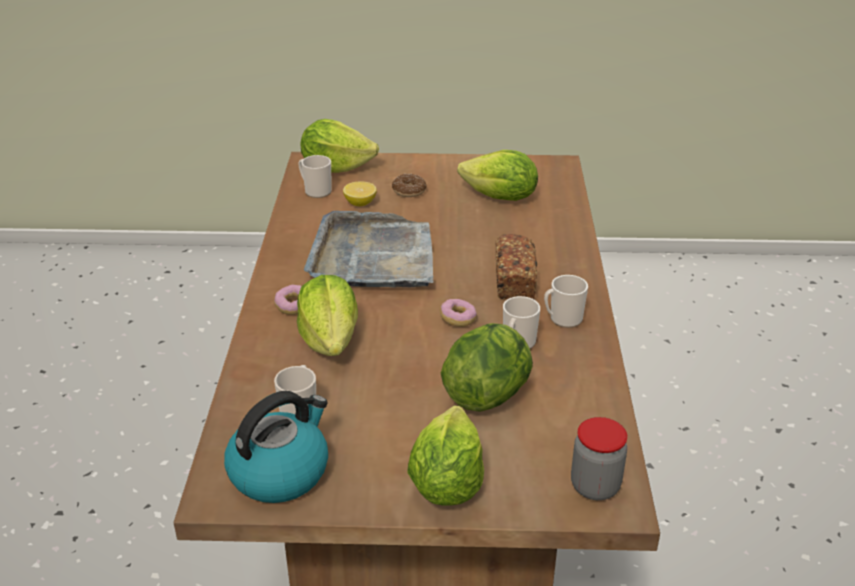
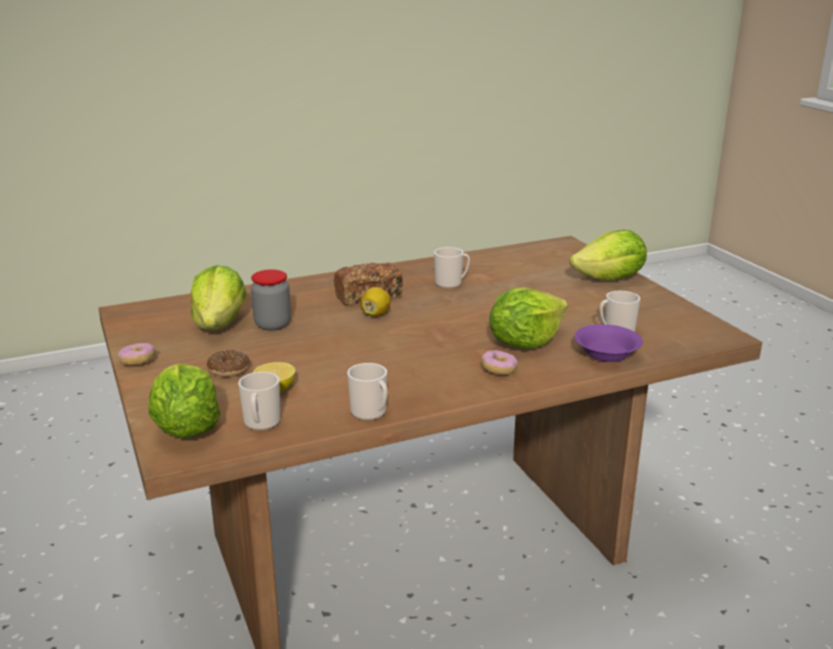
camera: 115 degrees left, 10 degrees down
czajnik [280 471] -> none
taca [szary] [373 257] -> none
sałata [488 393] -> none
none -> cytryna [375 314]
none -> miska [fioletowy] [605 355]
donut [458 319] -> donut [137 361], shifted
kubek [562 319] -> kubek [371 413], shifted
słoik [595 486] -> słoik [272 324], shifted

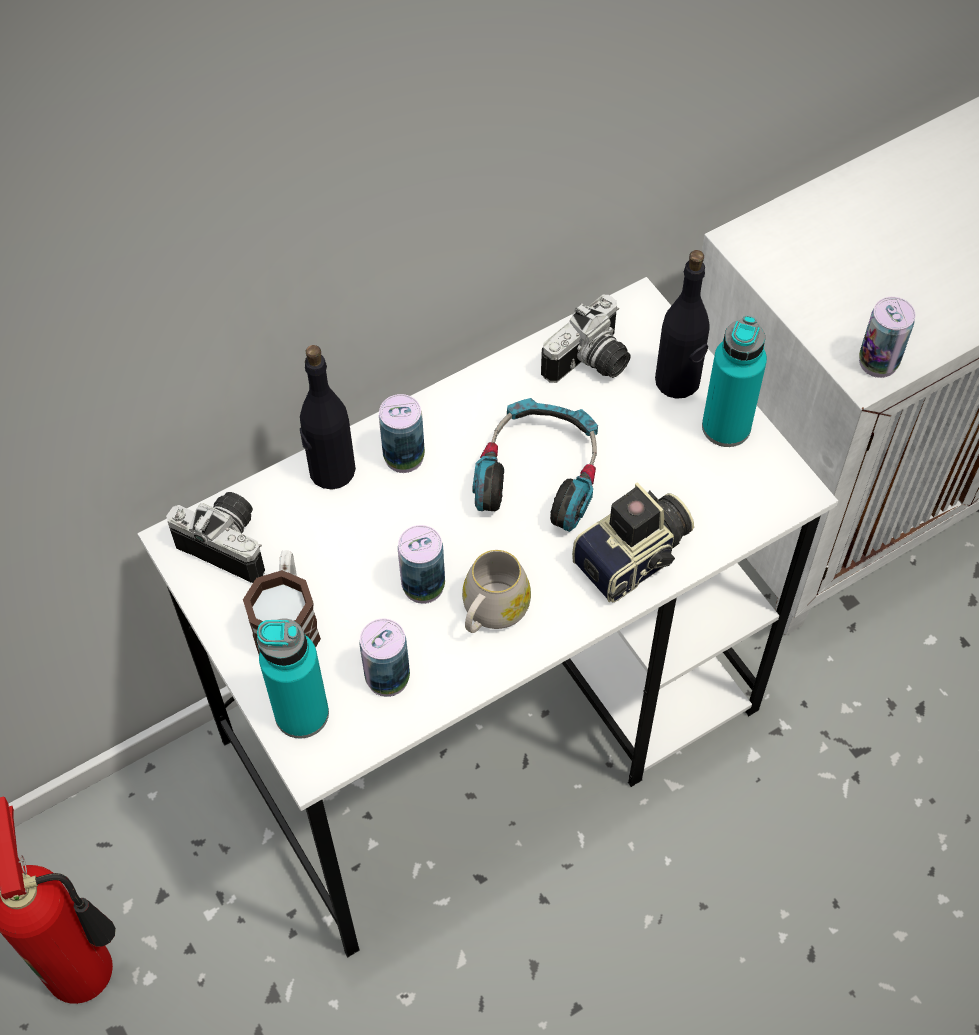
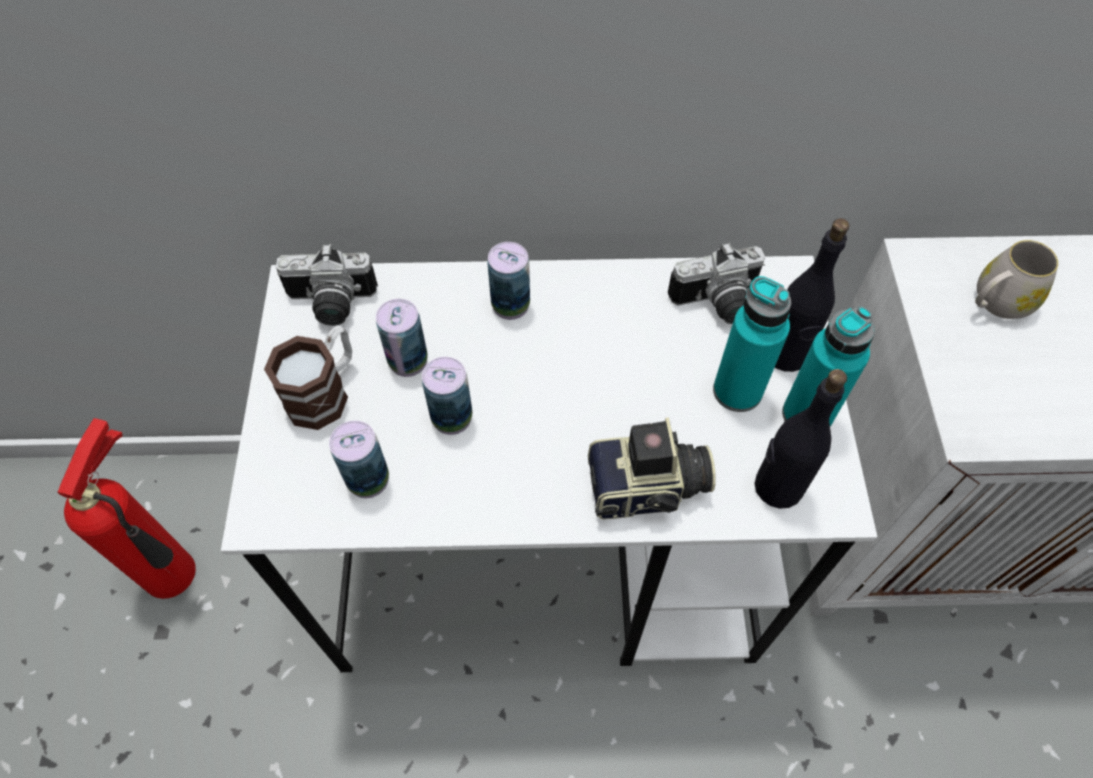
camera: 30 degrees right, 0 degrees up
słuchawki [539 474] -> none
butelka [turkusowy] [302 714] -> butelka [turkusowy] [737 391], shifted
butelka [czarny] [331 471] -> butelka [czarny] [777 486], shifted
kubek [biały] [491 612] -> kubek [biały] [996 303], shifted
puszka [878 362] -> puszka [408 361], shifted
aparat fotograficzny [230 541] -> aparat fotograficzny [331 305], 120 degrees clockwise

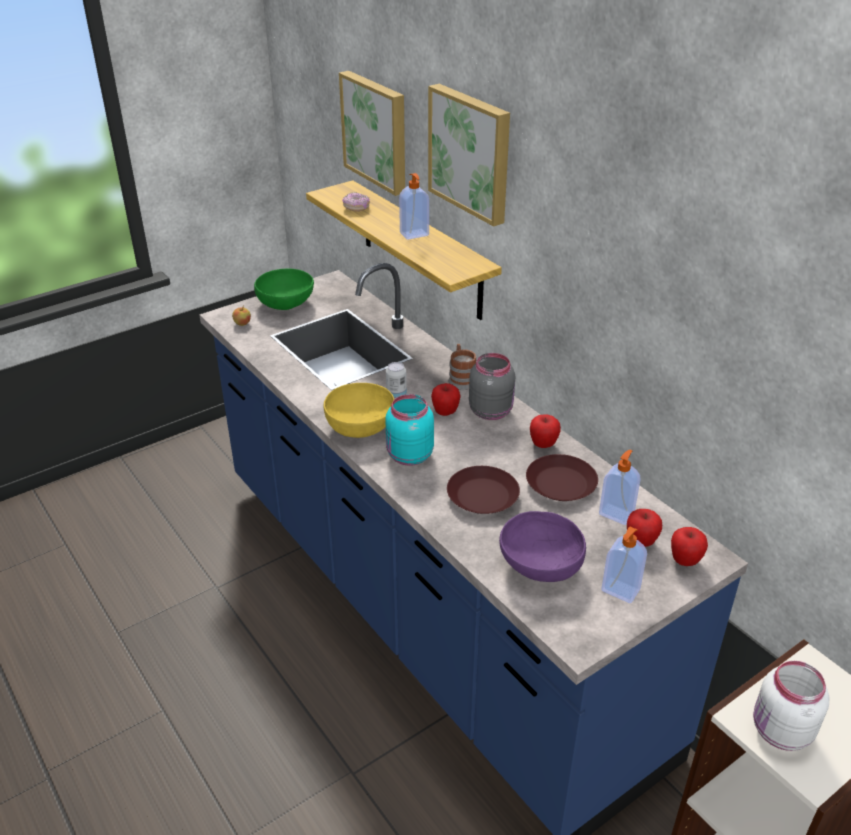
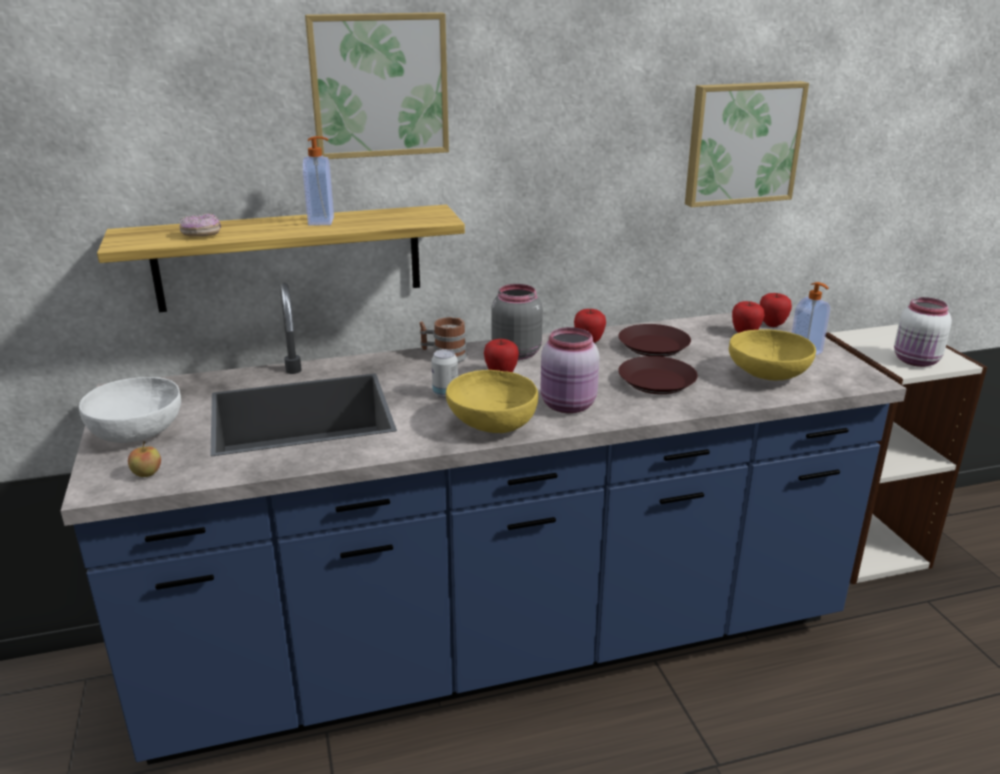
camera: 70 degrees left, 10 degrees down
dozownik mydła [616 513] -> none
obraz [377 131] -> obraz [742 143], shifted
miska [zielony] [286 303] -> miska [biały] [137 431]
słoik [turkusowy] [408 456] -> słoik [różowy] [568 406]
miska [fioletowy] [539 565] -> miska [żółty] [767 376]

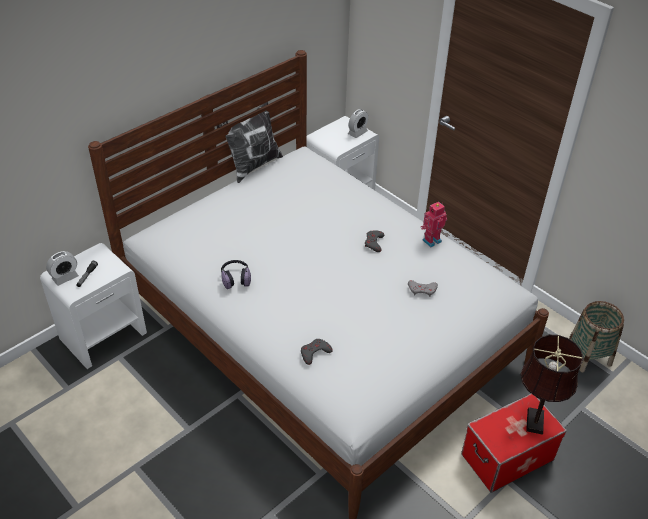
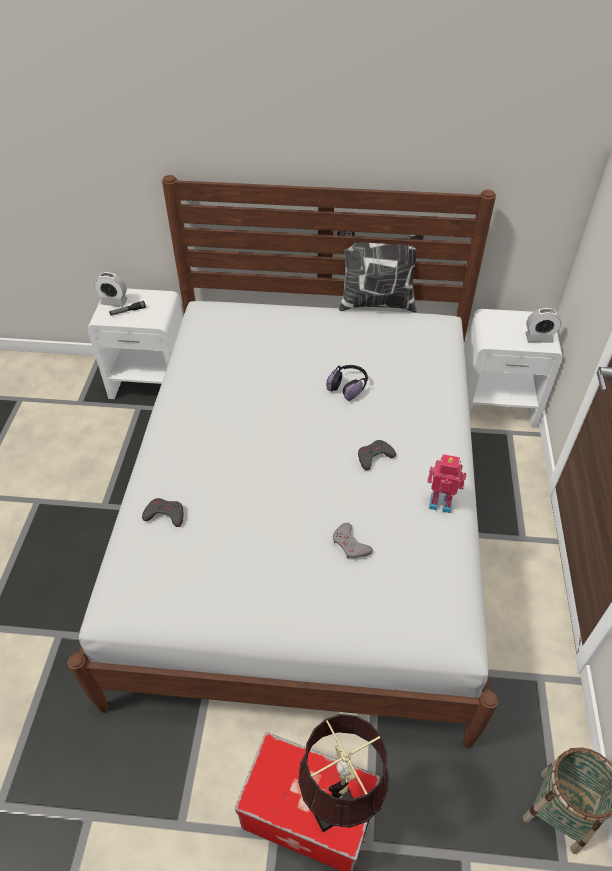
camera: 50 degrees right, 5 degrees up
słuchawki [235 278] -> słuchawki [348 386], shifted

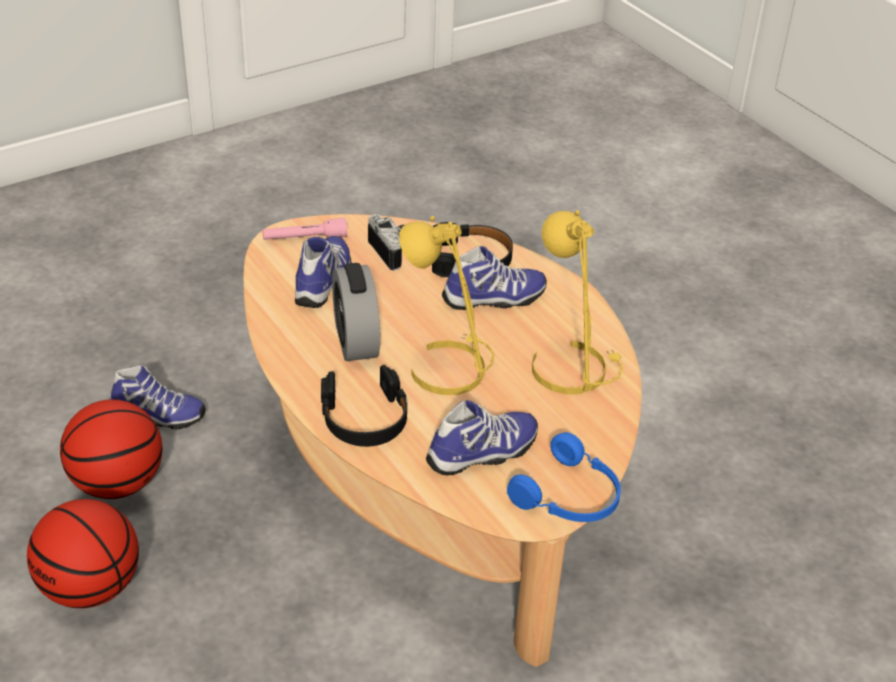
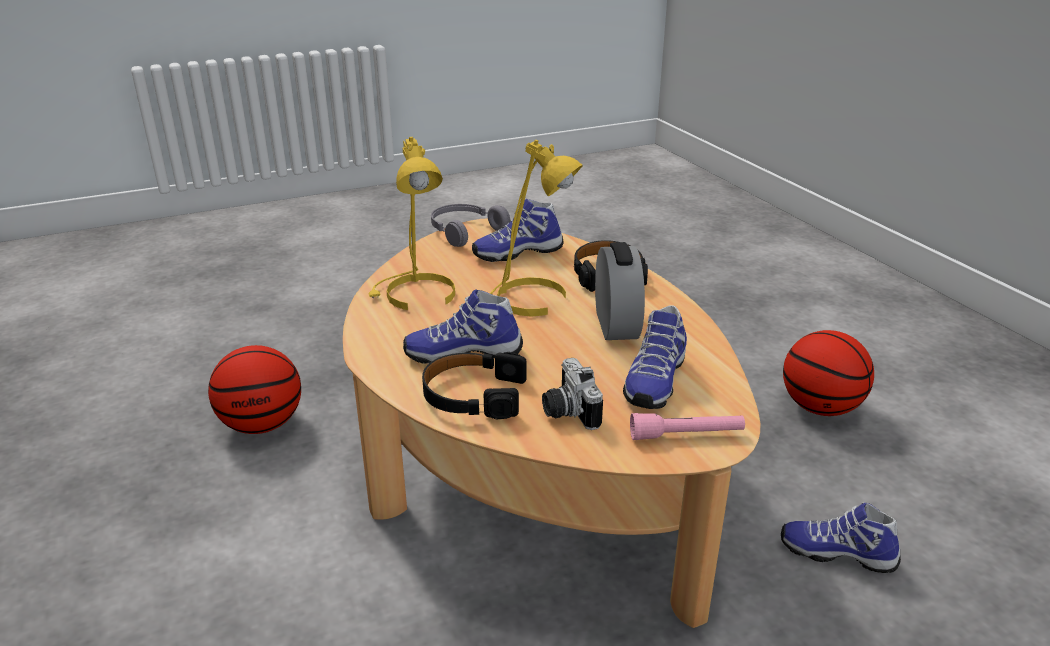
camera: 170 degrees left, 10 degrees down
piłka do koszykówki [118 483] -> piłka do koszykówki [262 424], shifted
słuchawki [niebieski] [570 497] -> słuchawki [szary] [464 231]

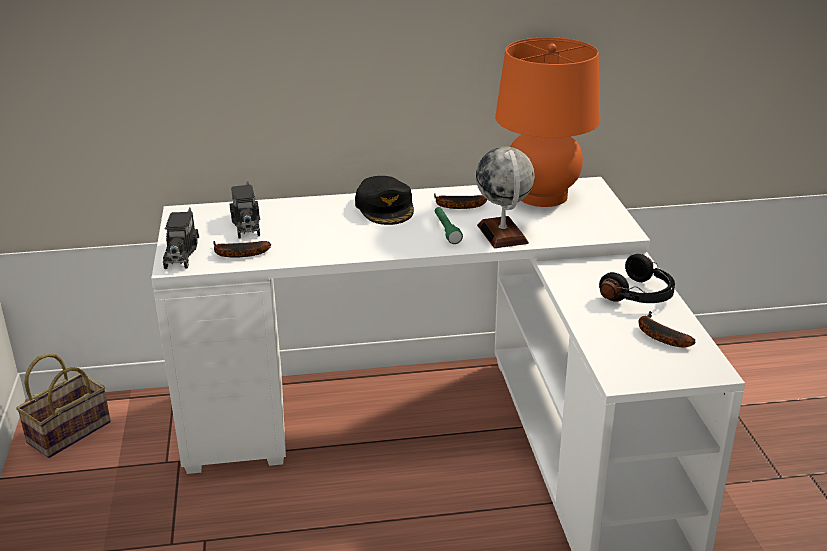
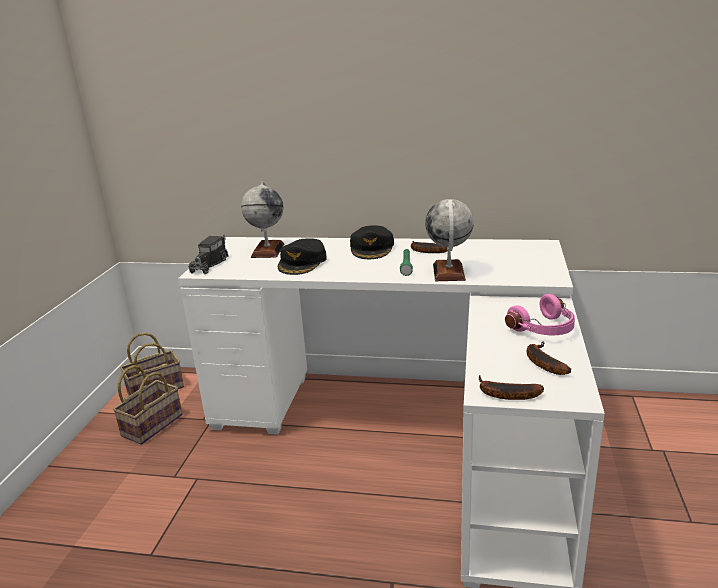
camera: 20 degrees right, 5 degrees down
lampa stołowa [pomarańczowy] [542 196] -> none
none -> koszyk [152 424]
none -> czapka z daszkiem [czarny] [302 262]
banan [237 254] -> banan [504 394], shifted
ciężarówka zabawkowa [246 223] -> globus [267 250]
słuchawki [czarny] [640 295] -> słuchawki [różowy] [544 329]

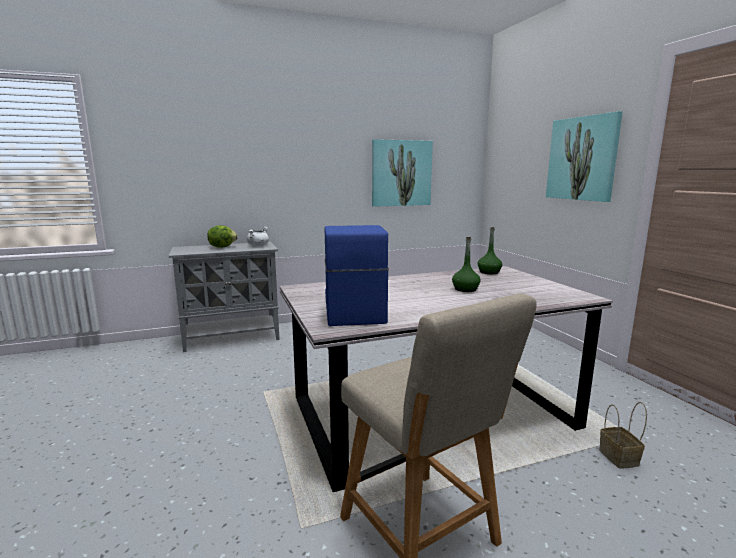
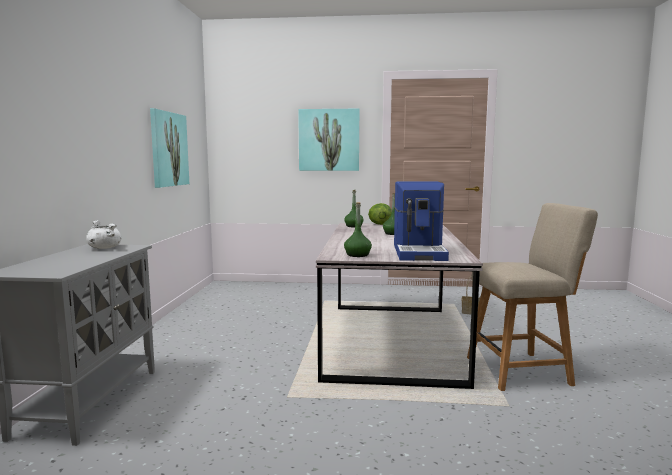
camera: 65 degrees left, 5 degrees down
none -> butelka [zielony] [357 255]
sałata [222 247] -> sałata [380 224], shifted
ekspres do kawy [352 309] -> ekspres do kawy [420 252], 105 degrees counterclockwise

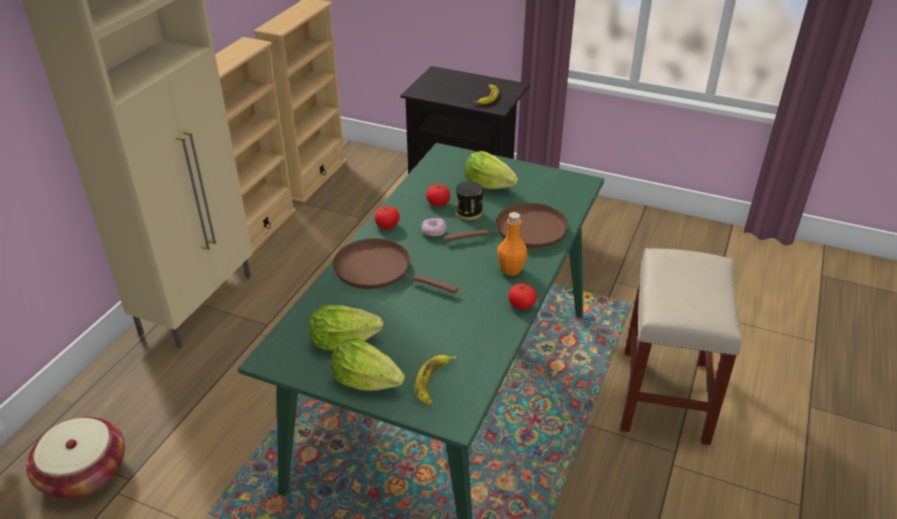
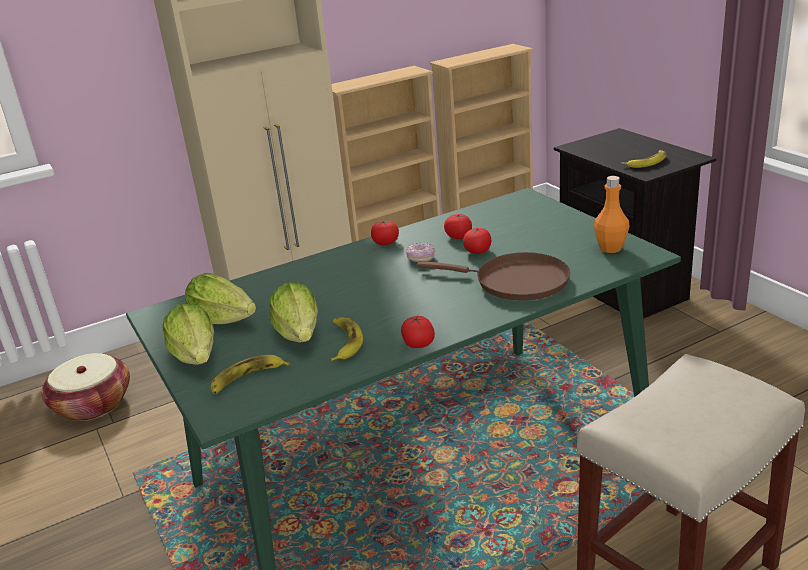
camera: 40 degrees right, 10 degrees down
patelnia [brązowy] [378 270] -> none
none -> banan [344 342]
sałata [488 185] -> sałata [299 334], shifted
butelka [pomarańczowy] [511 270] -> butelka [pomarańczowy] [610 248], shifted
puszka [469 213] -> pomidor [478 251]

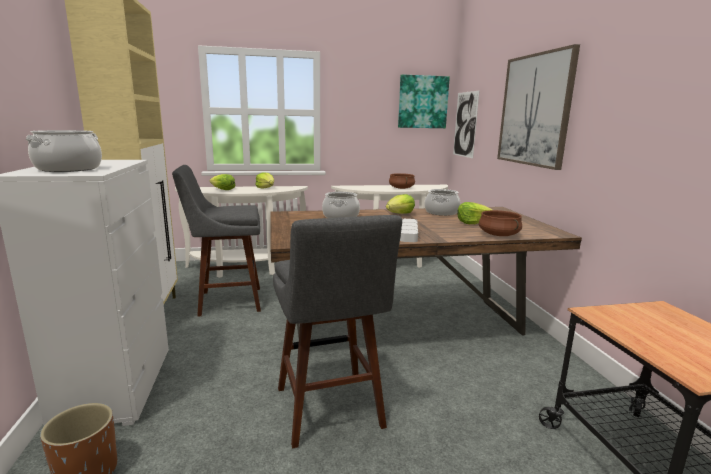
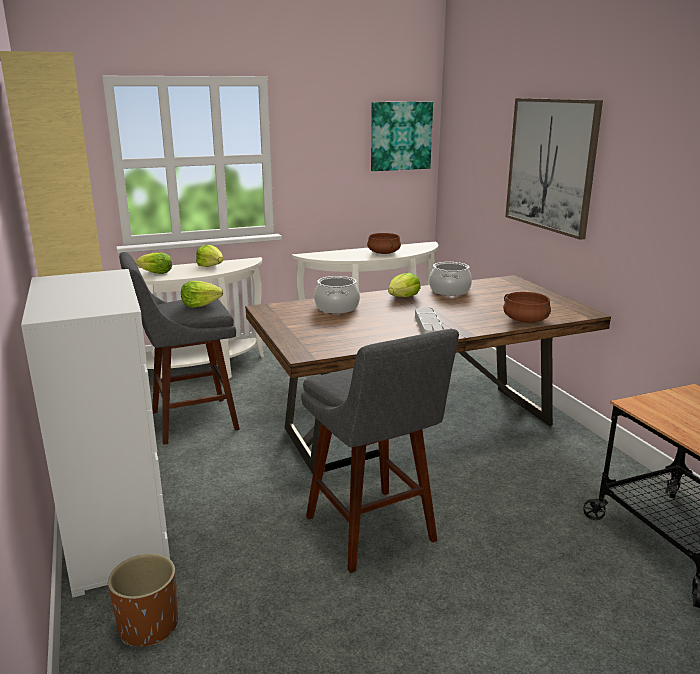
camera: 10 degrees left, 5 degrees up
garnek [69 169] -> none
obraz [465 124] -> none
sałata [472 223] -> sałata [200 304], shifted

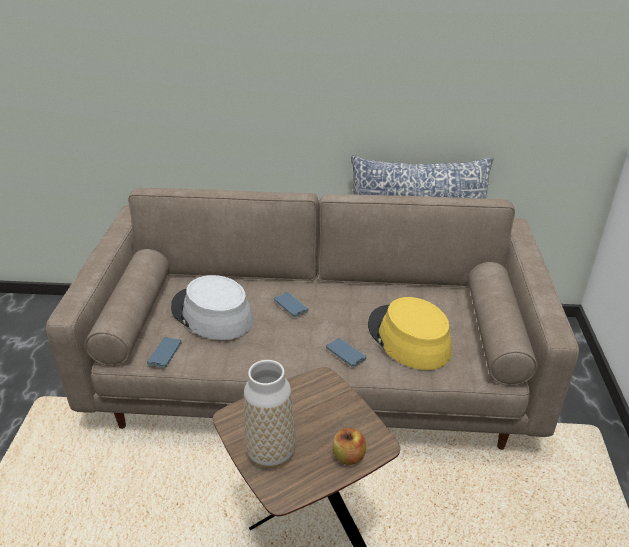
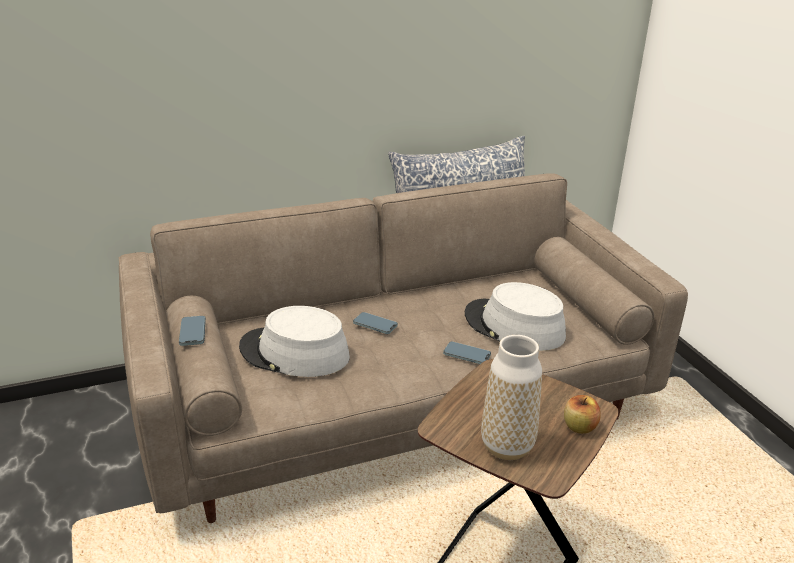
camera: 25 degrees left, 5 degrees down
telefon [165 354] -> telefon [192 333], shifted
kapelusz [żółty] [408 338] -> kapelusz [szary] [513 326]

